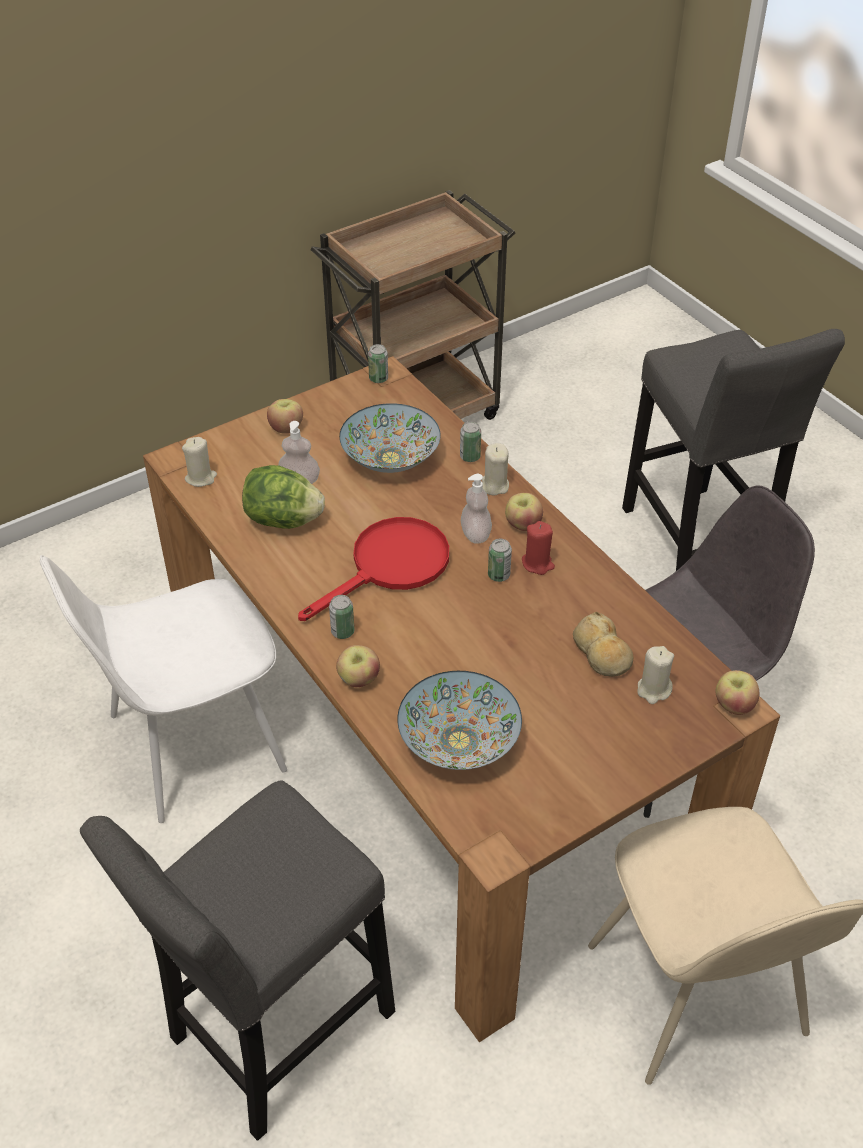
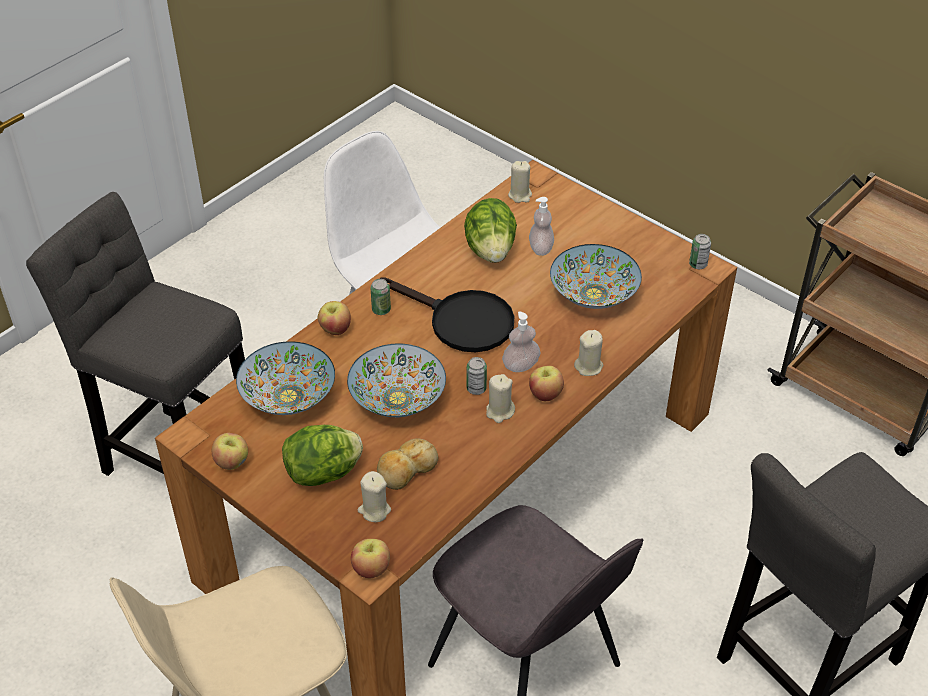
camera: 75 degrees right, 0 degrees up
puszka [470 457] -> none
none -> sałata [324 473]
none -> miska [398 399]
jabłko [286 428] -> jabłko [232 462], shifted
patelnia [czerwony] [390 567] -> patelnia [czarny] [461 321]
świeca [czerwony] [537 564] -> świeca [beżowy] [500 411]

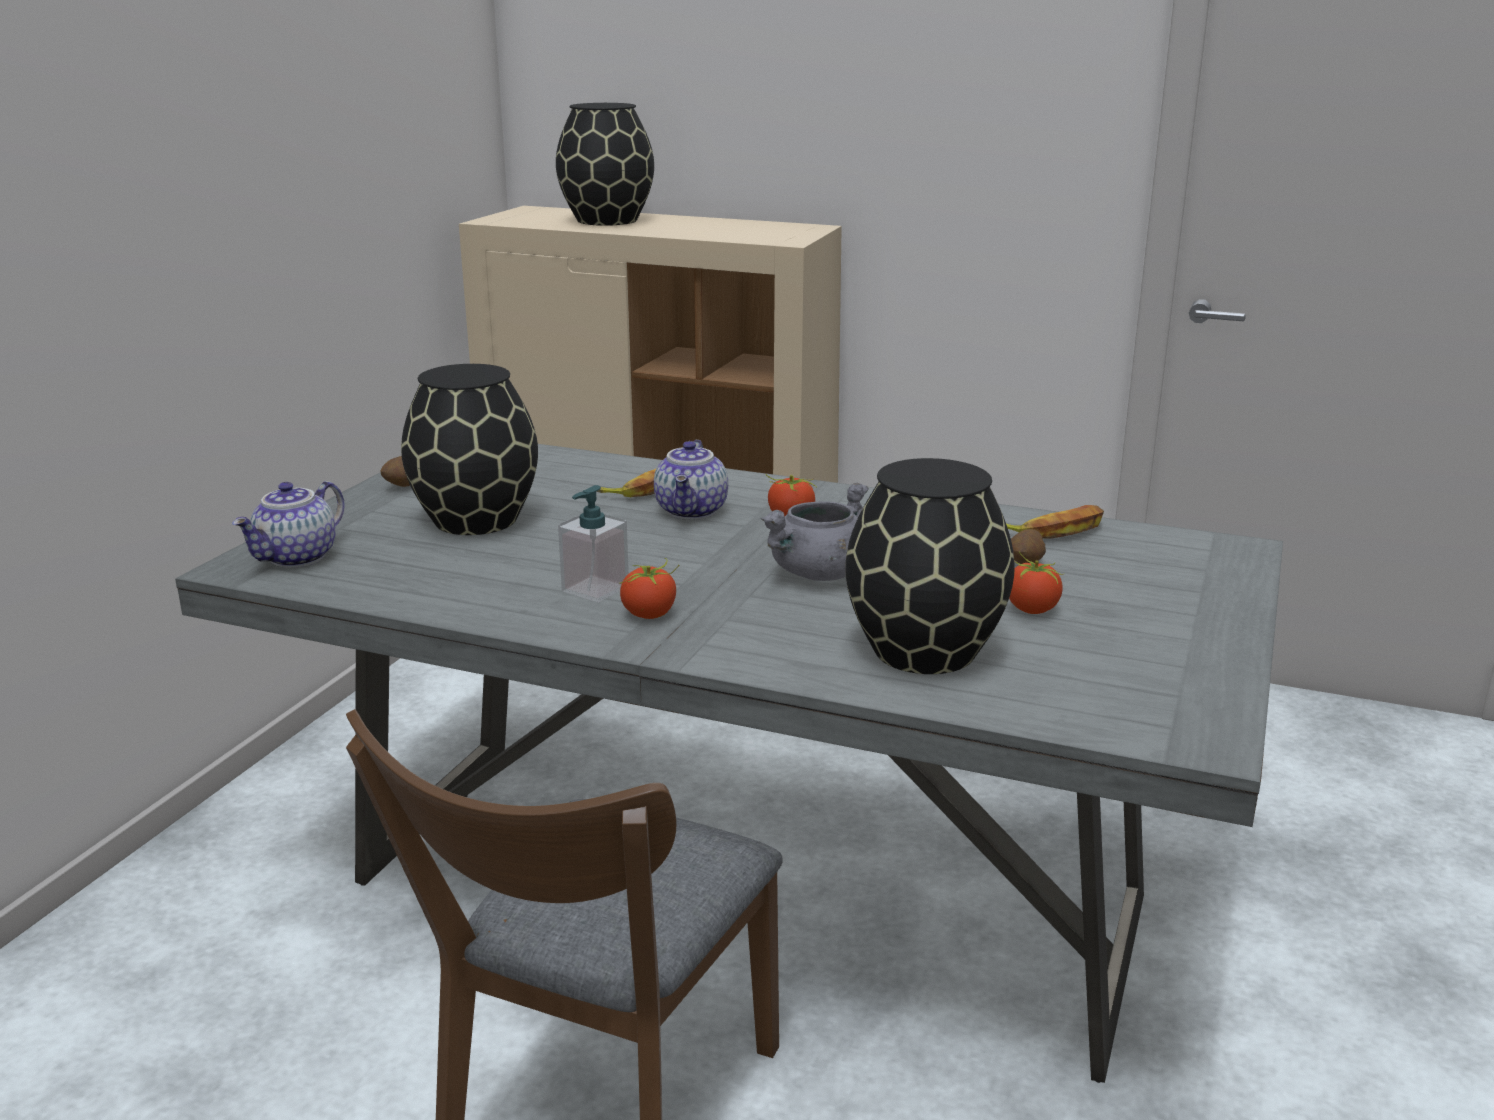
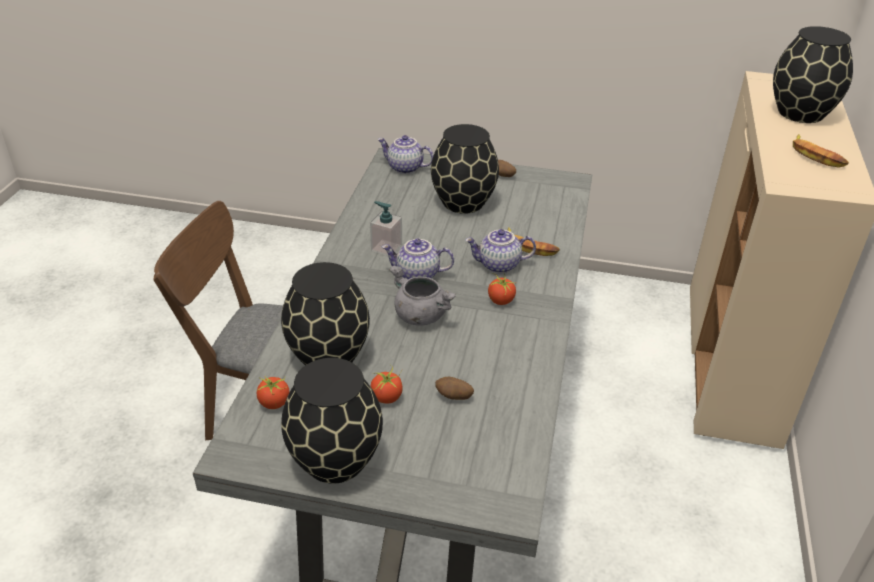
camera: 80 degrees right, 15 degrees up
none -> wazon [czarny] [335 461]
none -> imbryk [417 275]
pomidor [649 614] -> pomidor [274 403], shifted
banan [1054 530] -> banan [816 156], shifted

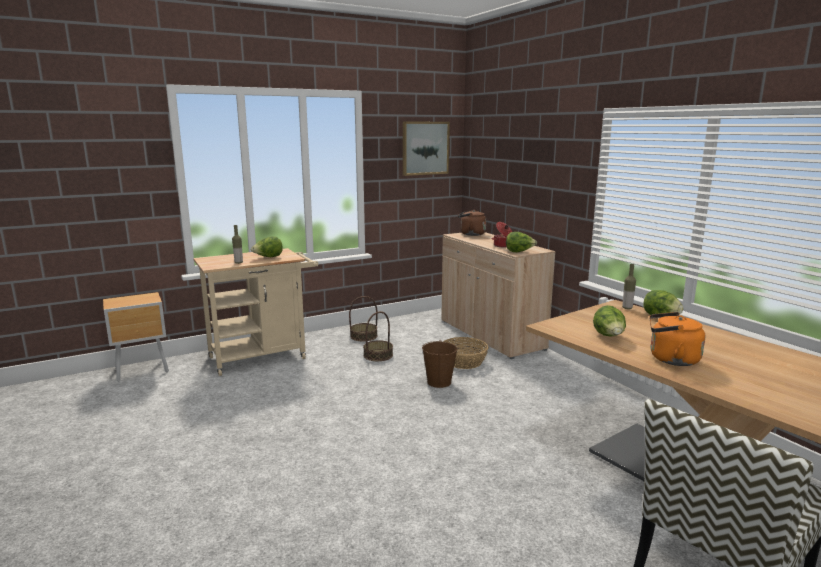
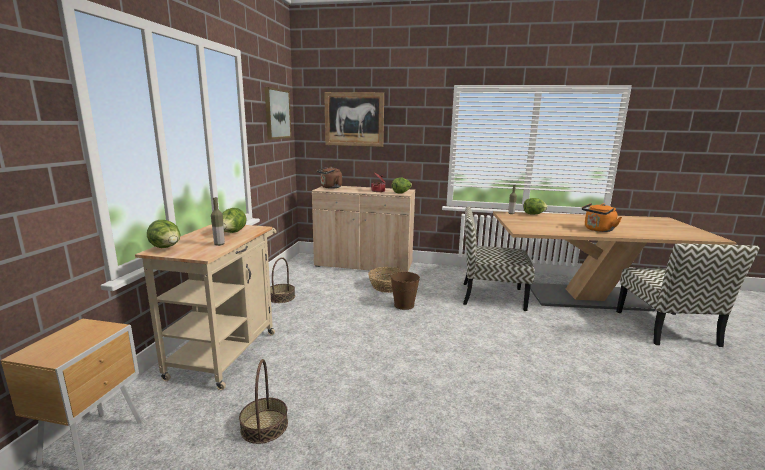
camera: 50 degrees left, 0 degrees up
none -> obraz [354 119]
none -> krzesło [491 296]
koszyk [378 355] -> koszyk [264 426], shifted
sałata [609 337] -> sałata [166 248], shifted

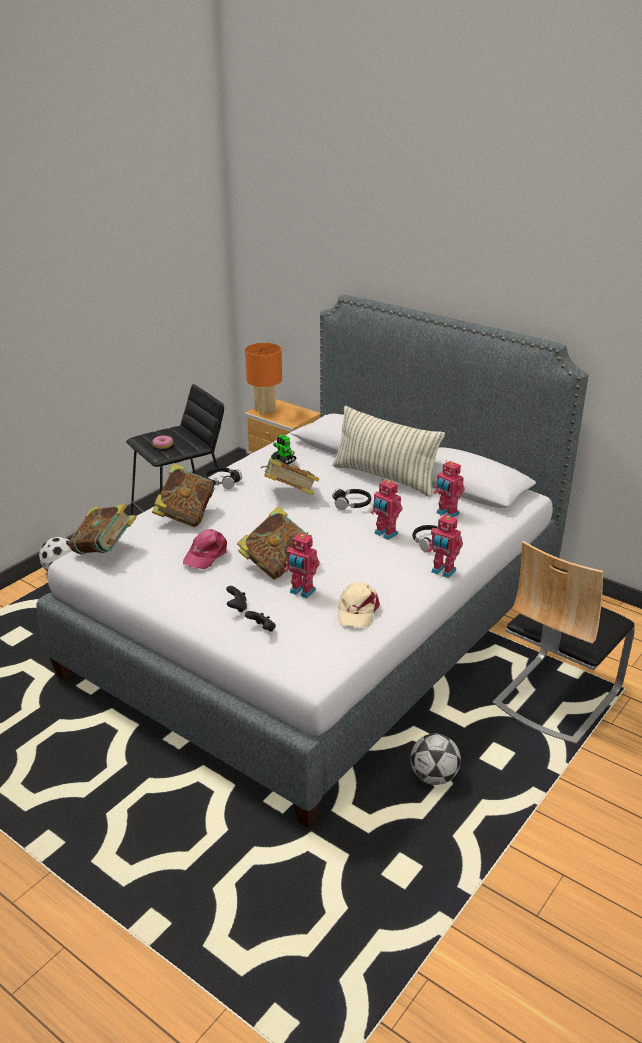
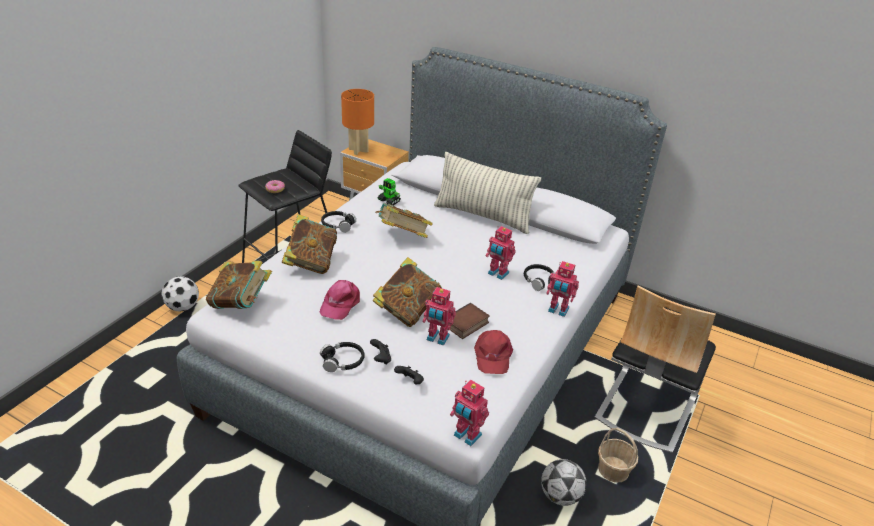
camera: 10 degrees left, 5 degrees up
none -> książka [466 325]
none -> koszyk [613 470]
słuchawki [czarny] [352 504] -> słuchawki [czarny] [343 361], shifted
robot zabawkowy [446 514] -> robot zabawkowy [466 436], shifted
czapka z daszkiem [beżowy] [357 610] -> czapka z daszkiem [czerwony] [492 356]

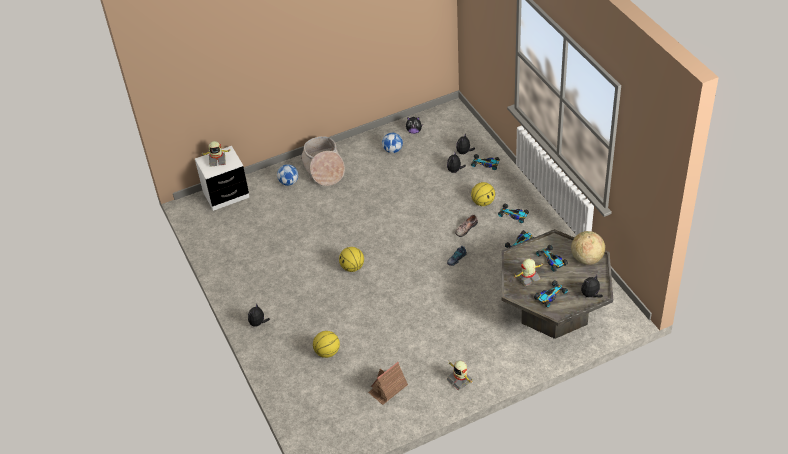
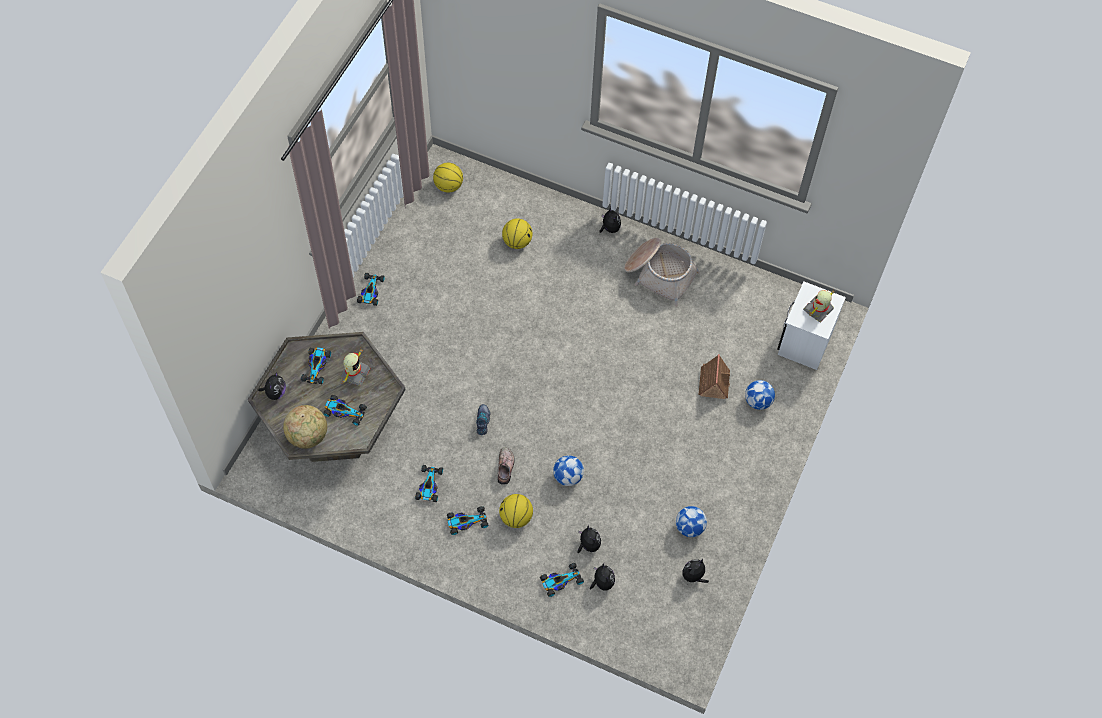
camera: 135 degrees right, 15 degrees up
none -> piłka futbolowa [568 477]
koszyk [324 169] -> koszyk [659 274], shifted
piłka do koszykówki [352 267] -> piłka do koszykówki [448 186], shifted
domek [387 388] -> domek [713 382], shifted
robot zabawkowy [460 380] -> samochodzik [370 291]

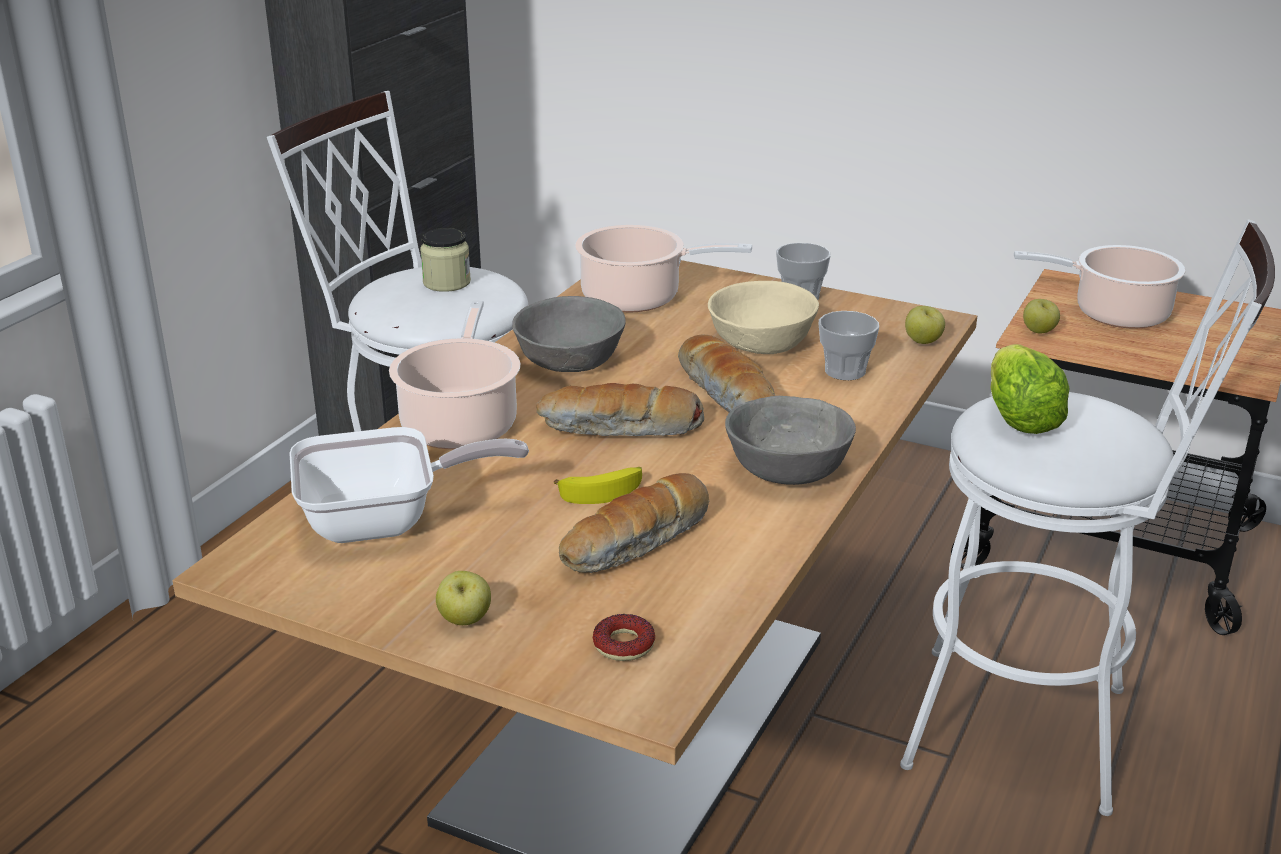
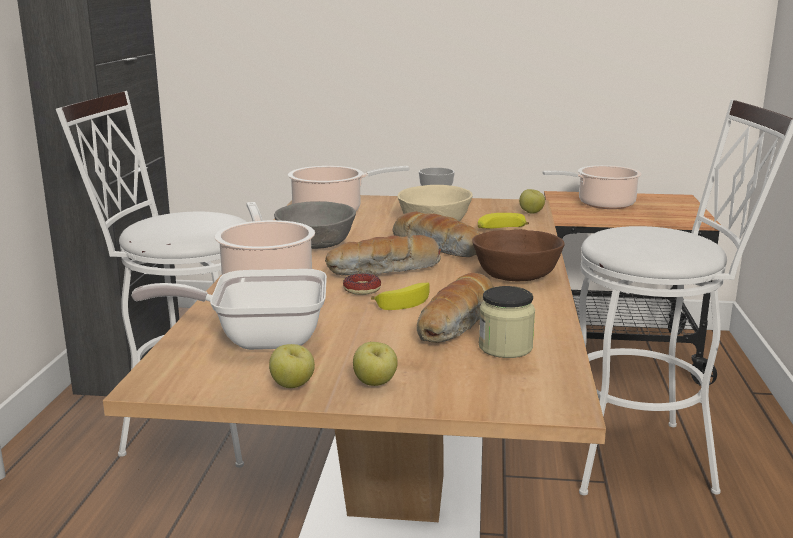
camera: 20 degrees left, 10 degrees down
sałata [1019 419] -> none
słoik [446 283] -> słoik [505 347], shifted
donut [623 645] -> donut [362 289], shifted
jabłko [1039 332] -> jabłko [292 386], shifted
filiżanka [845 371] -> banan [500 229]
miska [szary] [787 469] -> miska [brązowy] [515 275]
patelnia [385 521] -> patelnia [258 339], 150 degrees counterclockwise

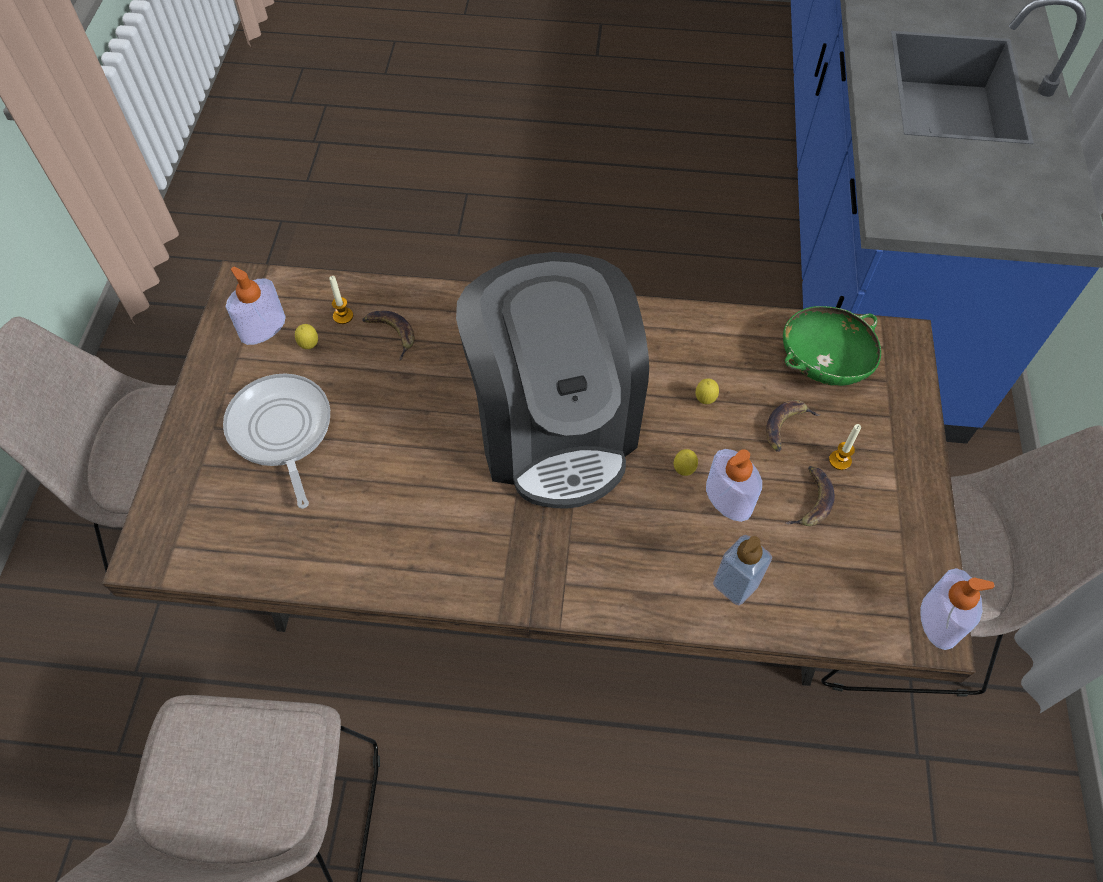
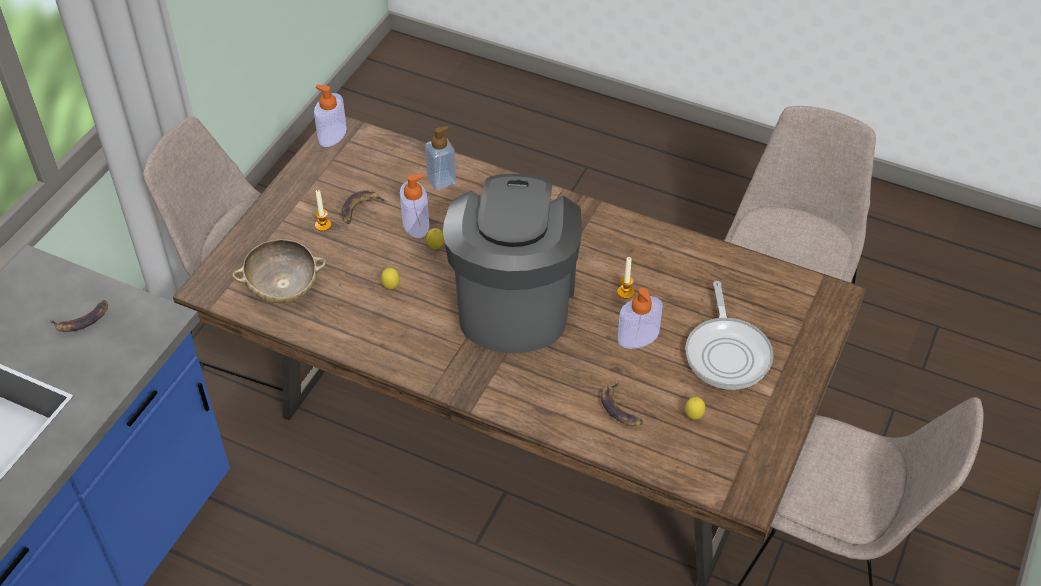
camera: 160 degrees left, 10 degrees down
dozownik mydła [263 328] -> dozownik mydła [638 337], shifted
świeca [343 316] -> świeca [625 292], shifted
banan [786 427] -> banan [82 320], shifted
miska [zielony] [822 363] -> miska [beżowy] [283 288]

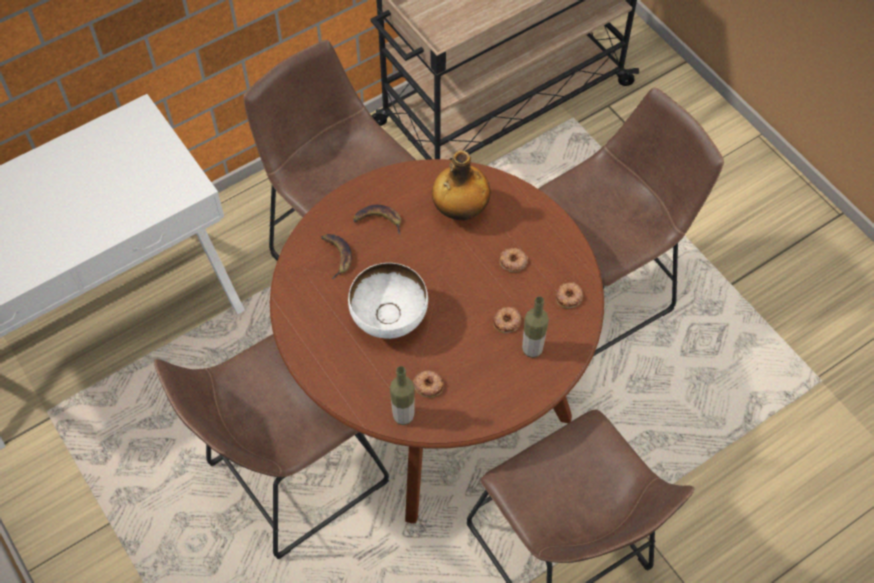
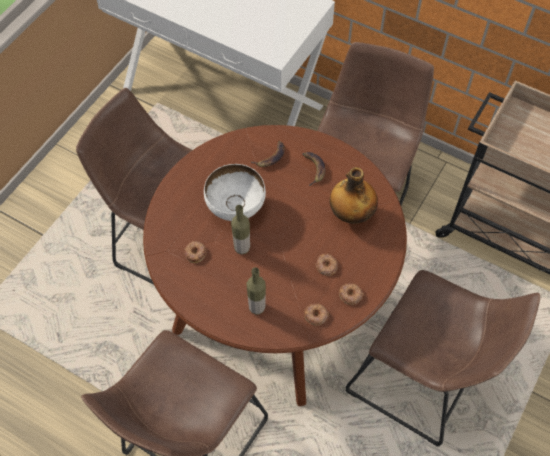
camera: 65 degrees right, 0 degrees up
butelka [403 416] -> butelka [242 248], shifted
donut [507 321] -> donut [350 295], shifted

